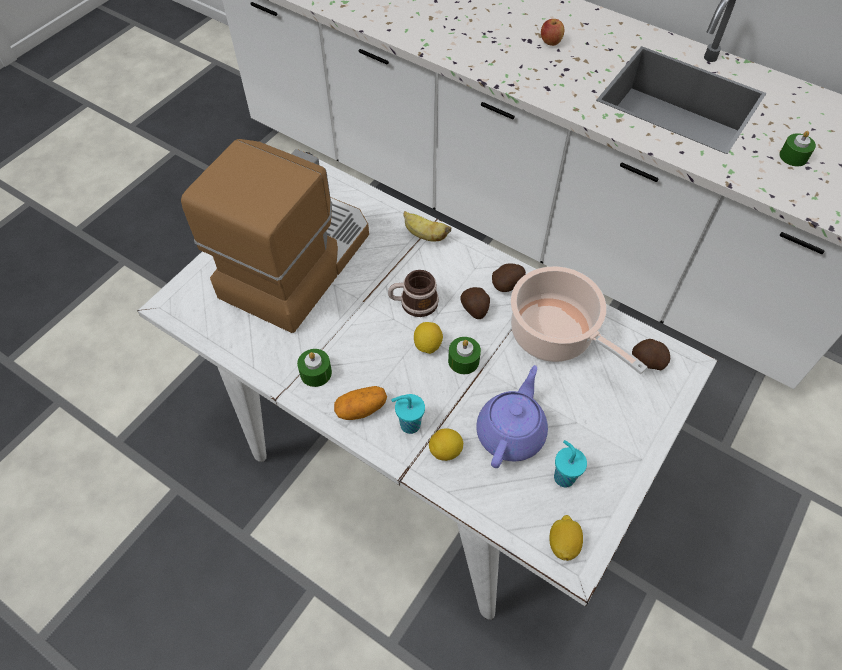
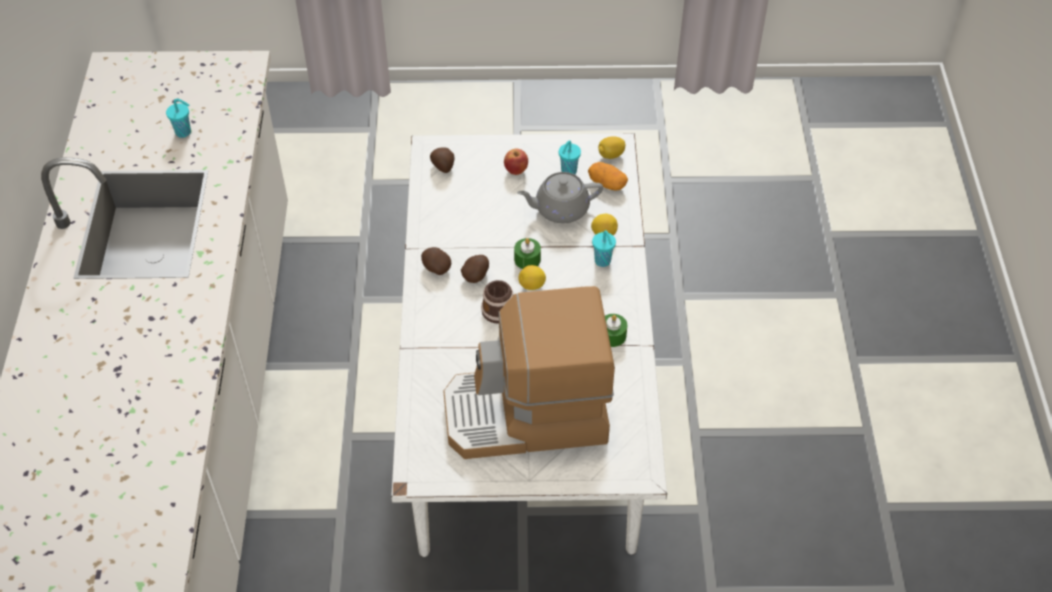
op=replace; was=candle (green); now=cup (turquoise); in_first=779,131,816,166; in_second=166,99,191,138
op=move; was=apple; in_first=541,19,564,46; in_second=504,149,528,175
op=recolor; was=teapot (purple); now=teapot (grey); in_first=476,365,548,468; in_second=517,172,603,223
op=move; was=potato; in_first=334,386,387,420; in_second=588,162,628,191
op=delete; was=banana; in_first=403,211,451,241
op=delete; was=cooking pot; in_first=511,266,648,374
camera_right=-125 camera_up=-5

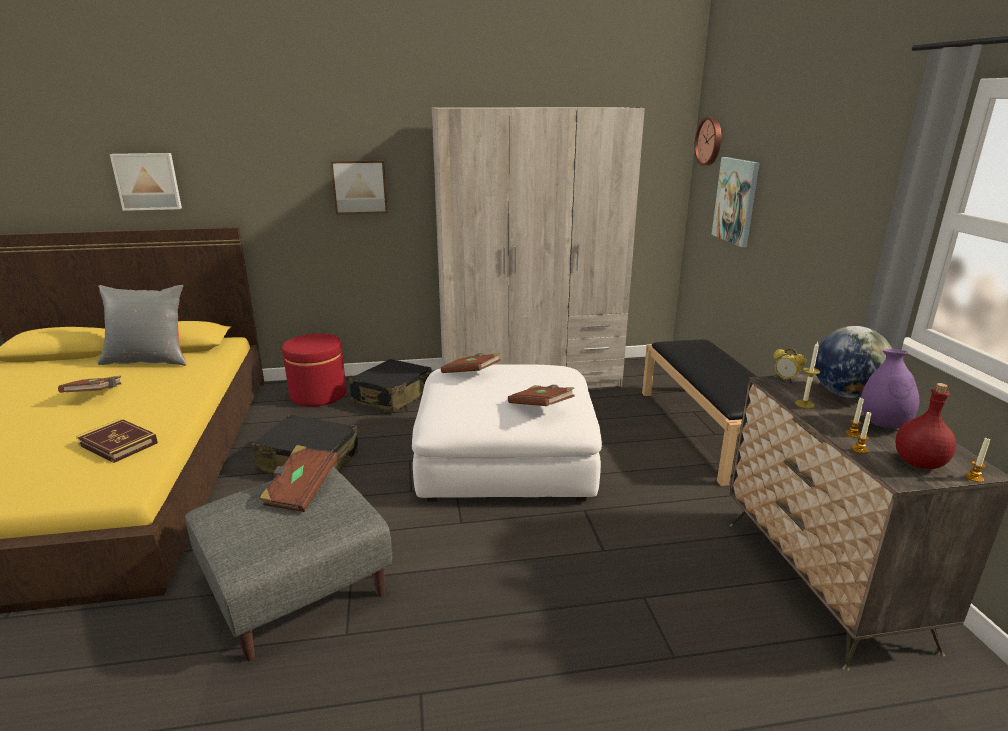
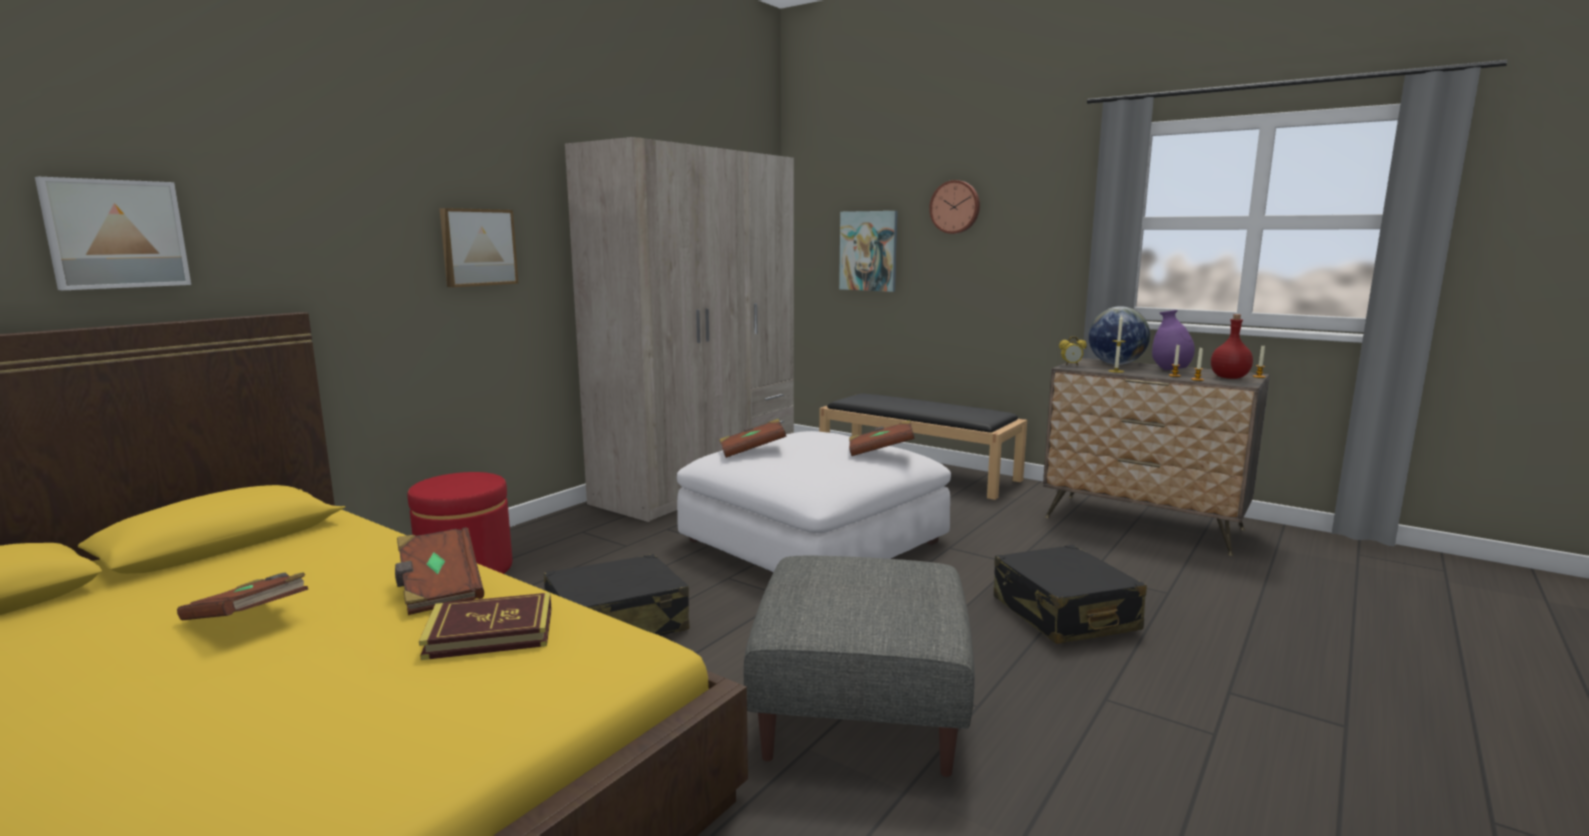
op=move; was=book (brown); in_first=259,445,338,512; in_second=395,527,484,615
op=move; was=wall clock; in_first=694,117,721,166; in_second=929,180,980,234
op=move; was=suitcase (black); in_first=349,359,432,413; in_second=994,545,1147,644
op=delete; was=pillow (grey); in_first=98,285,186,366
camera_right=-45 camera_up=-10

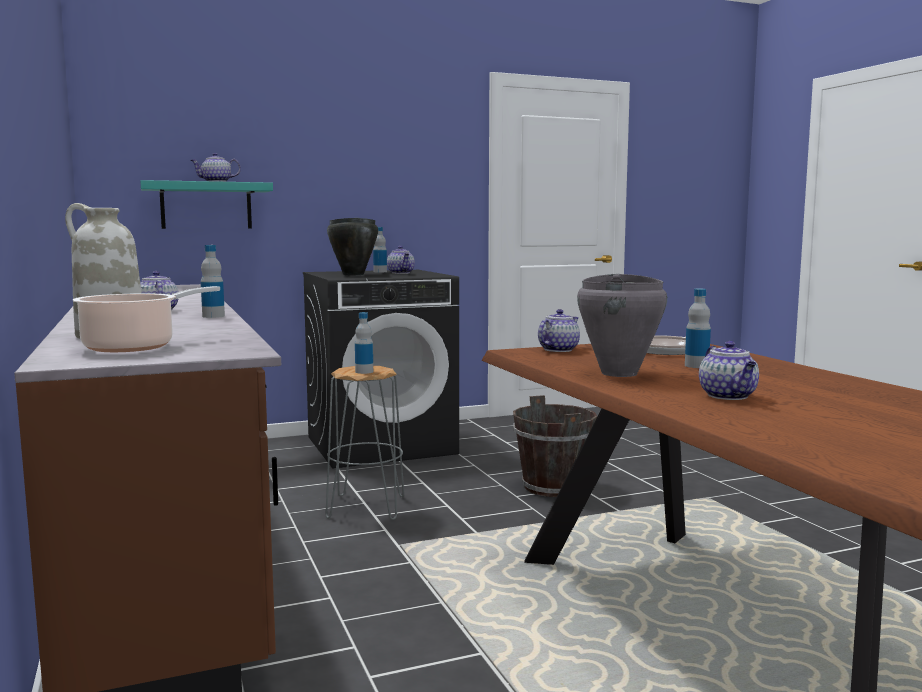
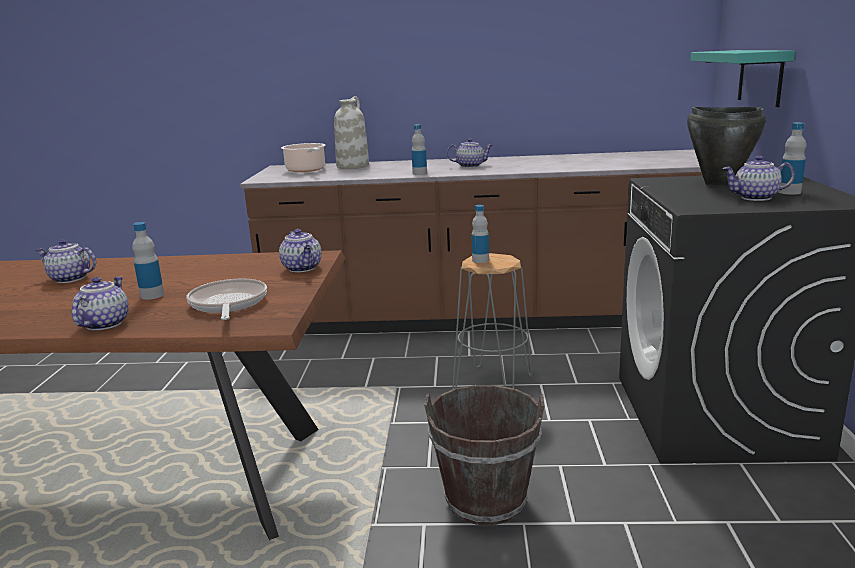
op=move; was=teapot; in_first=190,153,241,182; in_second=72,277,129,330
op=delete; was=cooking pot (grey); in_first=577,274,667,377
camera_right=115 camera_up=10

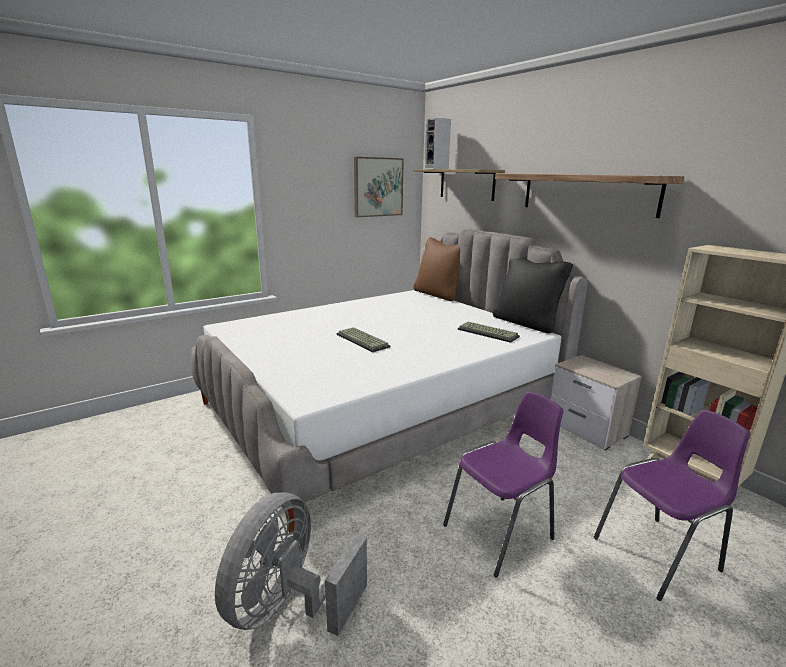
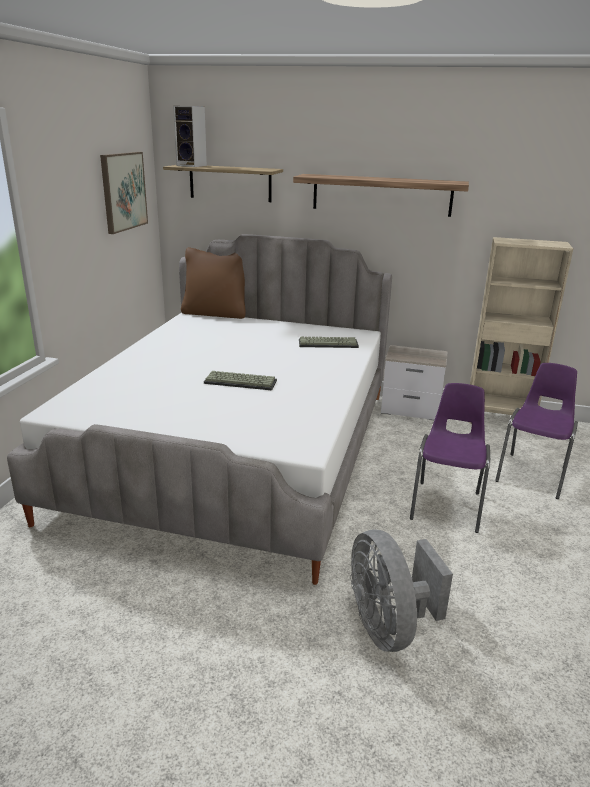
op=delete; was=pillow (black); in_first=493,257,573,334
camera_right=-40 camera_up=5

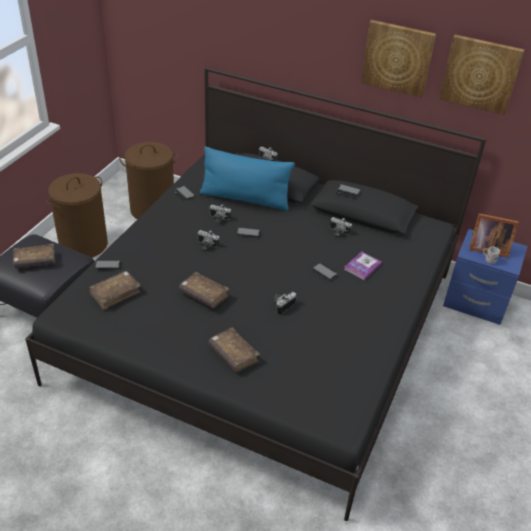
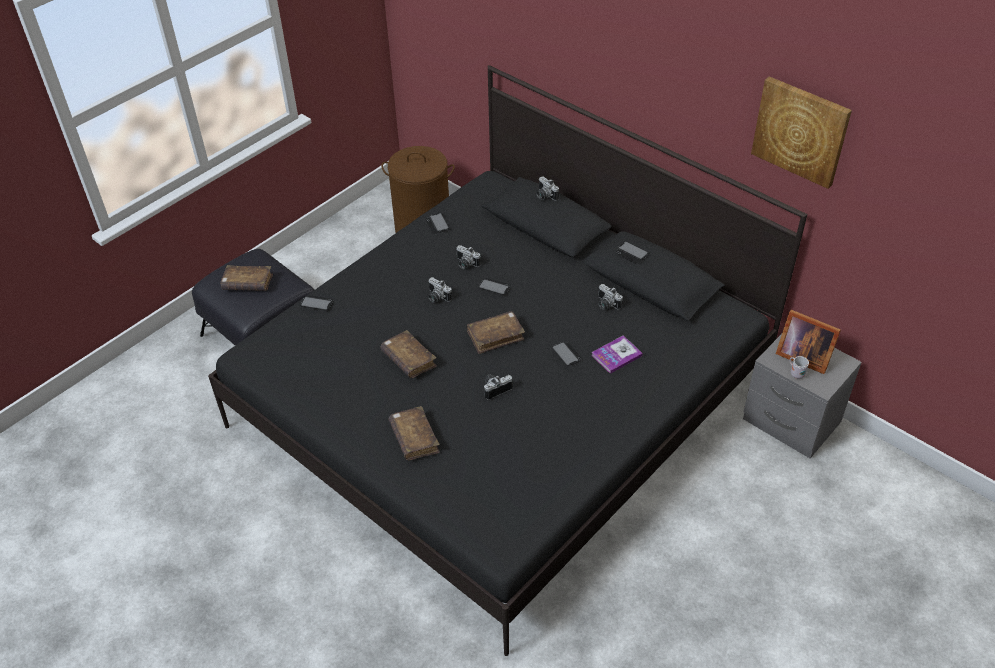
op=move; was=book (brown); in_first=89,271,141,310; in_second=467,311,525,354
op=recolor; was=nightstand (blue); now=nightstand (grey); in_first=443,229,527,325; in_second=743,334,862,458
op=delete; was=laundry basket (brown); in_first=46,173,108,258
op=delete; was=pillow (blue); in_first=200,146,295,211
op=delete; was=picture; in_first=361,20,436,98
camera_right=20 camera_up=5

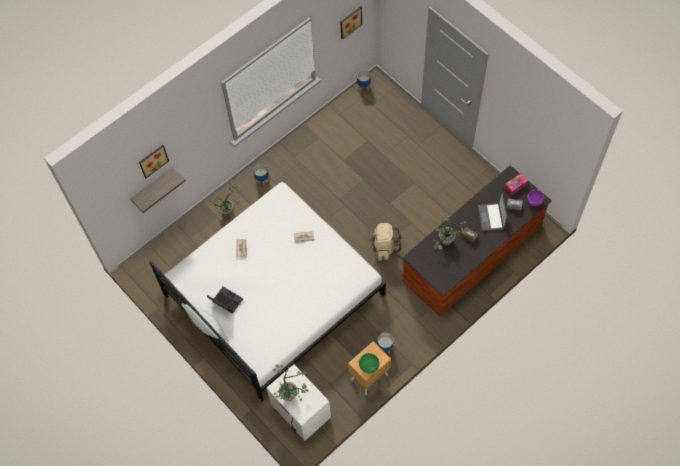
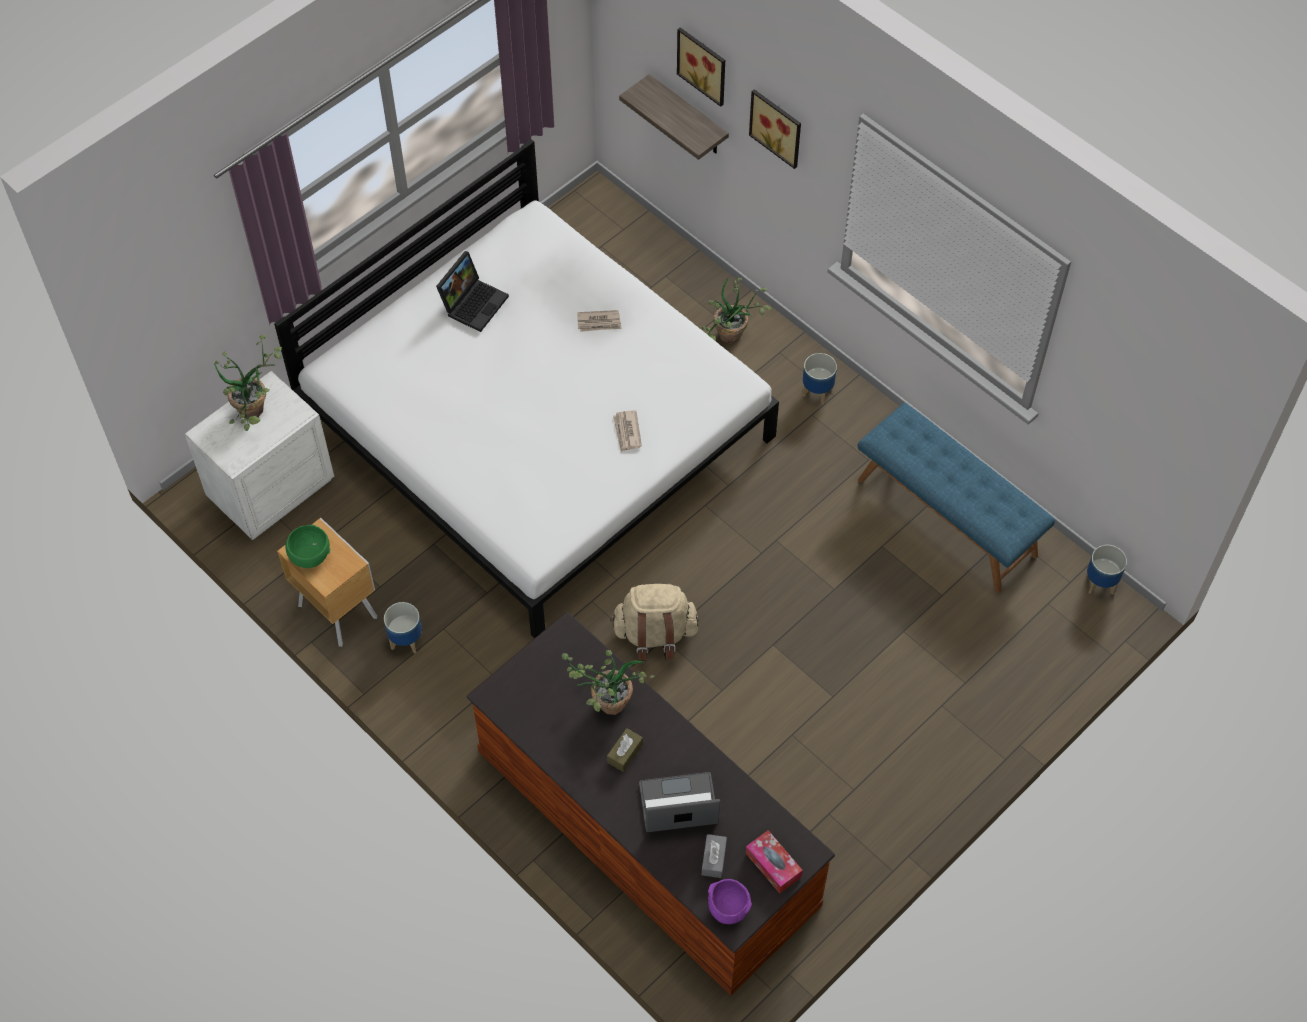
op=move; was=picture; in_first=340,6,362,40; in_second=749,89,801,169
op=insert; now=bench (blue); in_second=858,403,1055,593
op=delete; was=pillow; in_first=181,303,229,342
camera_right=85 camera_up=-5

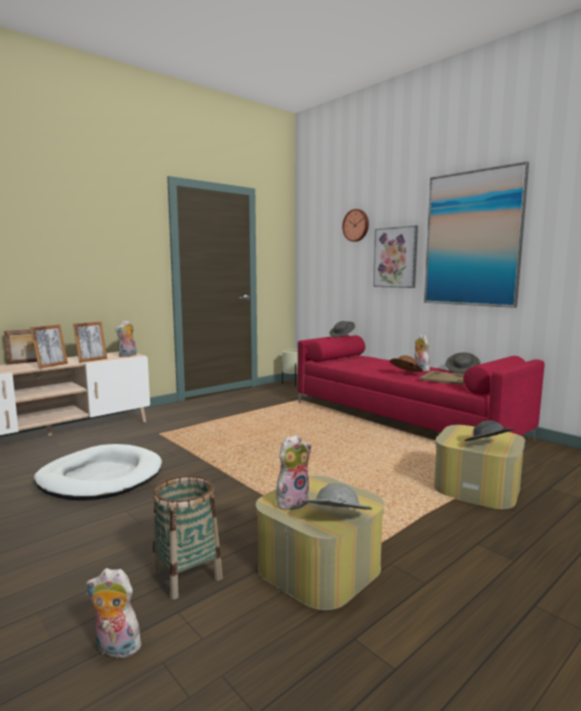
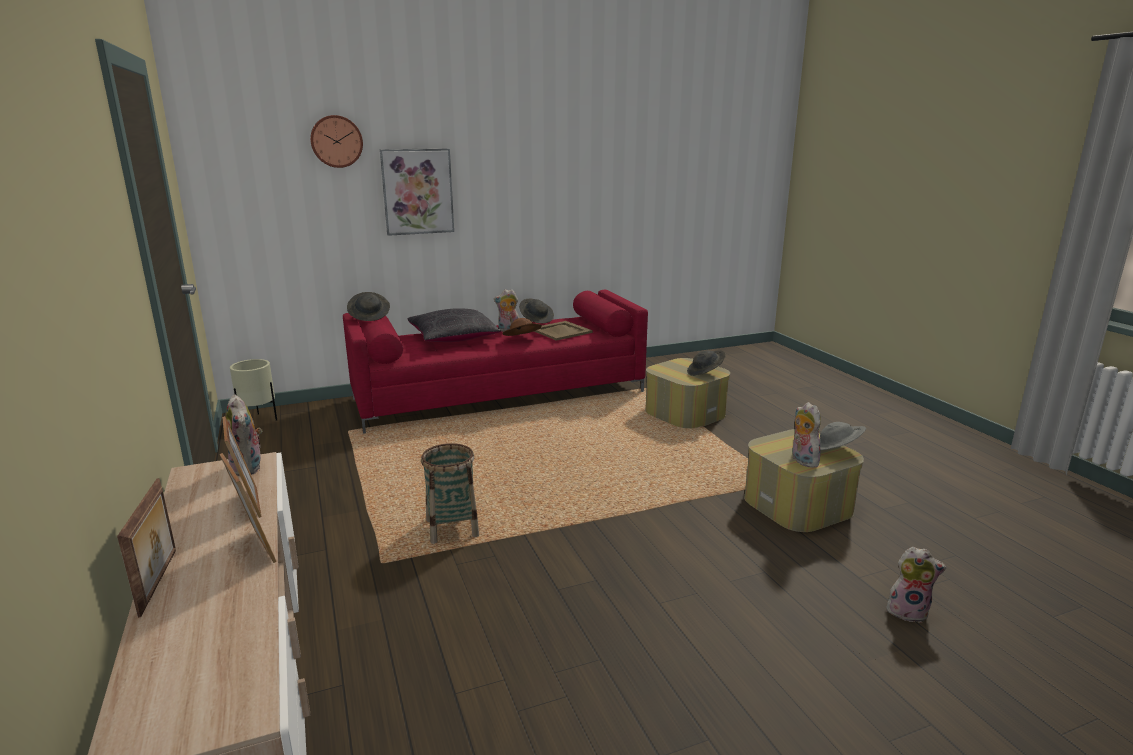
op=insert; now=pillow (black); in_second=408,308,501,342
op=move; was=basket; in_first=153,475,223,599; in_second=421,443,479,544
op=rotate; was=plush toy; in_first=86,568,145,658; in_second=886,547,946,623; clockwise=-105
op=delete; was=dog bed (white); in_first=34,444,162,500
op=delete; was=picture; in_first=424,161,529,308
camera_right=-70 camera_up=10

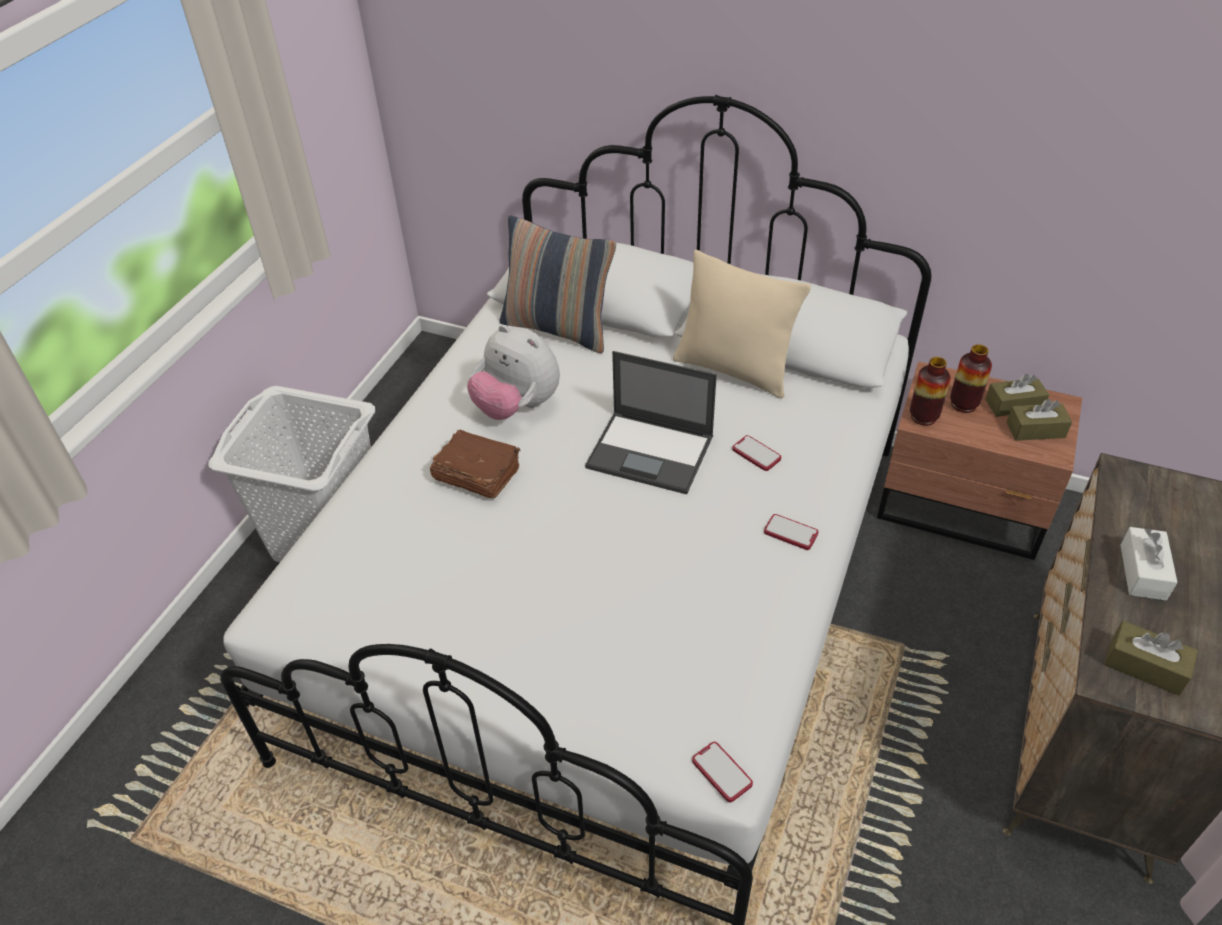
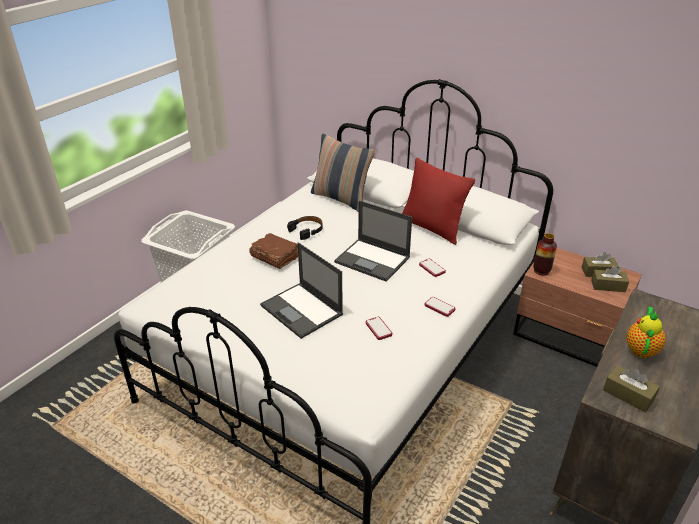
op=insert; now=laptop; in_second=260,242,343,339
op=replace; was=plush toy; now=headphones (black); in_first=467,325,560,420; in_second=287,216,323,240
op=move; was=phone; in_first=692,742,753,802; in_second=366,317,392,340
op=recolor; was=pillow (beige); now=pillow (red); in_first=673,250,811,399; in_second=402,157,475,245
op=replace; was=tissue box (white); now=teapot; in_first=1121,527,1178,601; in_second=627,307,666,358
op=delete; was=vase; in_first=950,344,992,413
camera_right=10 camera_up=-10

